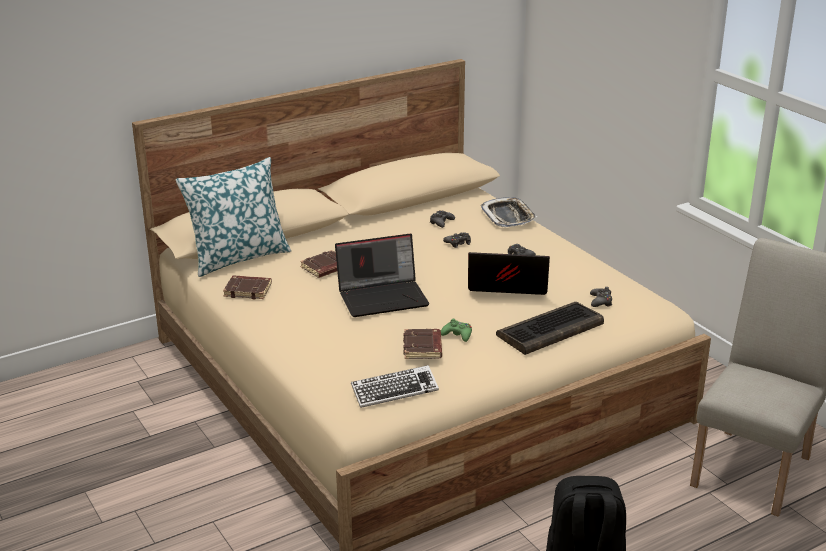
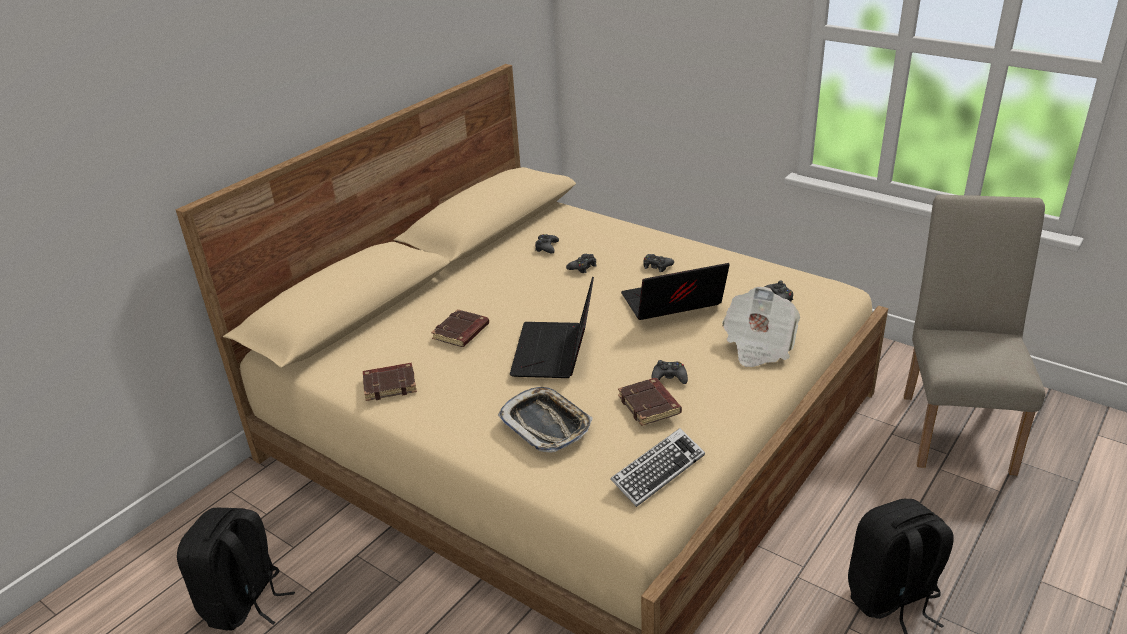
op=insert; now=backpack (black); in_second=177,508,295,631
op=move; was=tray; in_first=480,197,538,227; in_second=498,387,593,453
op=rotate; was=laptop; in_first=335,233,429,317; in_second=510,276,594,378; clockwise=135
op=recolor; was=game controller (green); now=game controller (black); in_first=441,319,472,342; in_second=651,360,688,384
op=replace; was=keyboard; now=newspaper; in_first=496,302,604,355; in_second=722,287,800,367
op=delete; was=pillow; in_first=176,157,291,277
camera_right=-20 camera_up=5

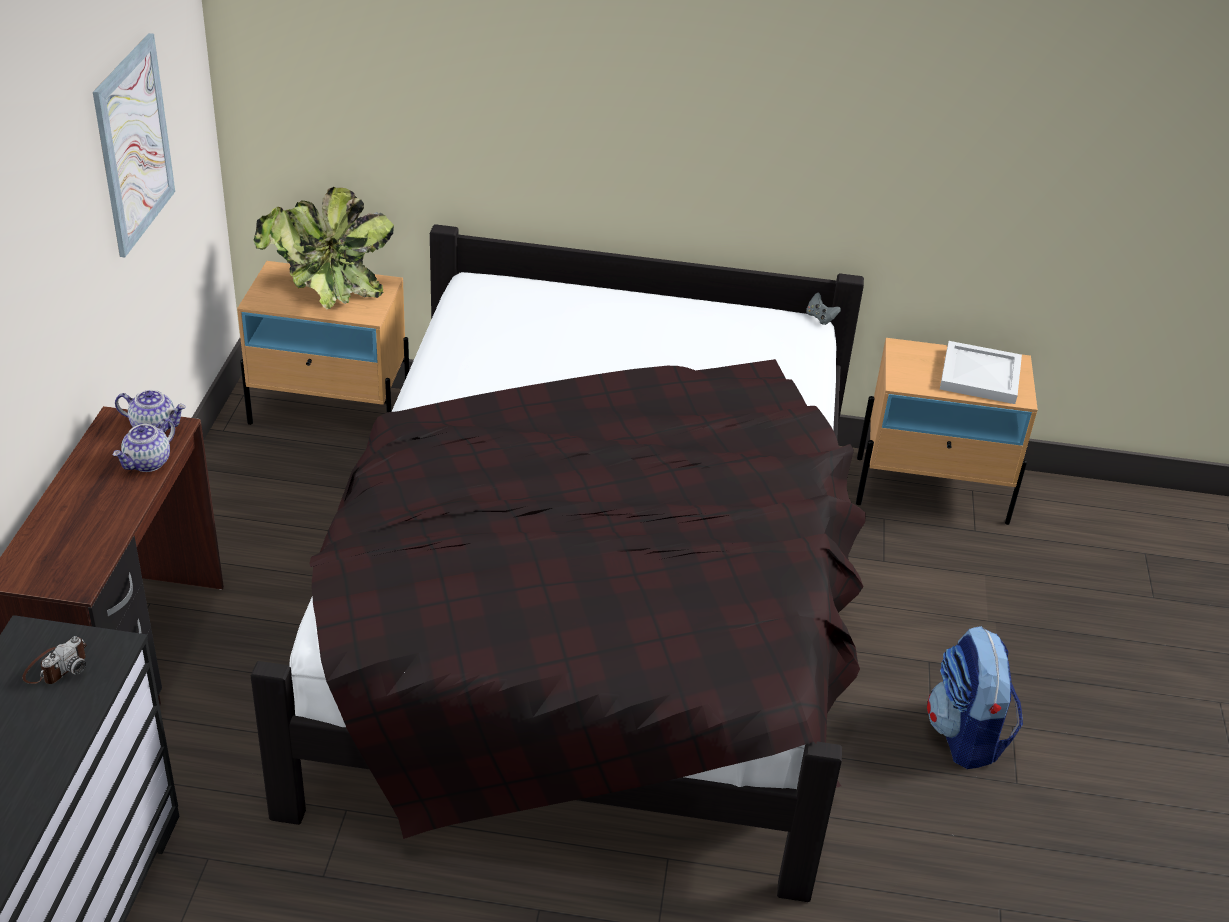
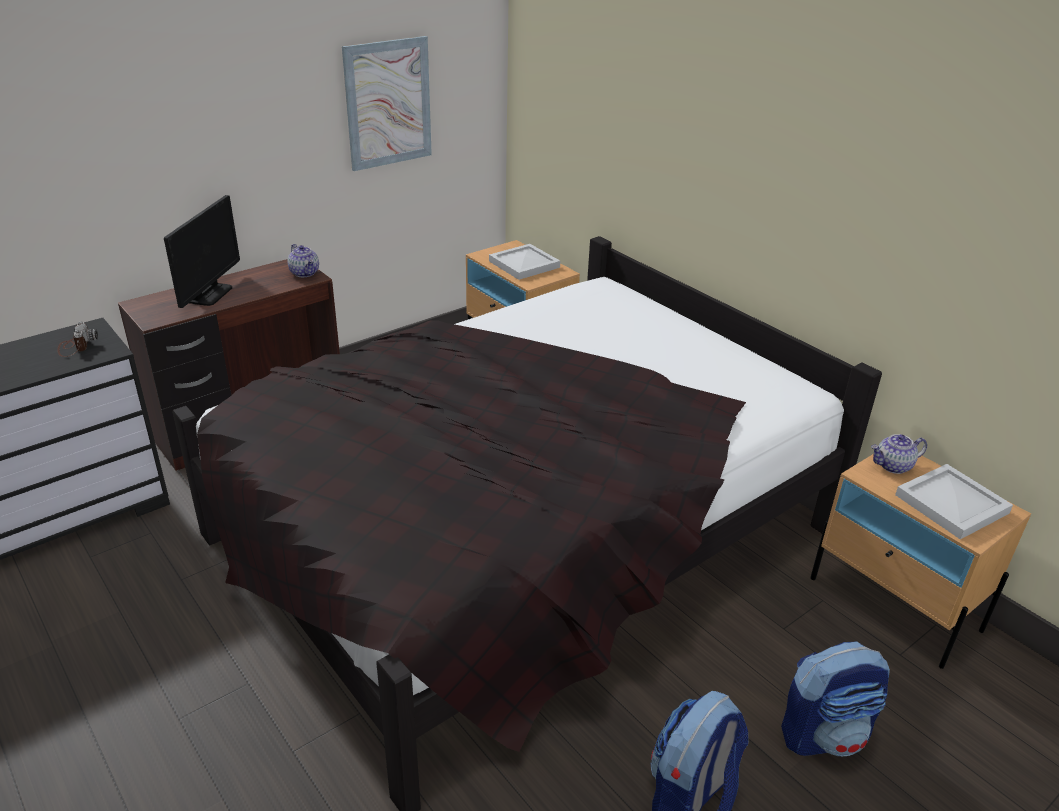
op=rotate; was=photo camera; in_first=22,636,87,684; in_second=57,321,98,357; clockwise=-90
op=insert; now=monitor; in_second=164,195,240,308
op=replace; was=potted plant; now=tray (white); in_first=253,187,394,309; in_second=489,244,560,280
op=insert; now=backpack; in_second=781,642,890,756
op=move; was=teapot; in_first=113,418,175,472; in_second=871,434,927,474
op=delete; was=game controller (grey); in_first=806,292,841,325
camera_right=45 camera_up=-5

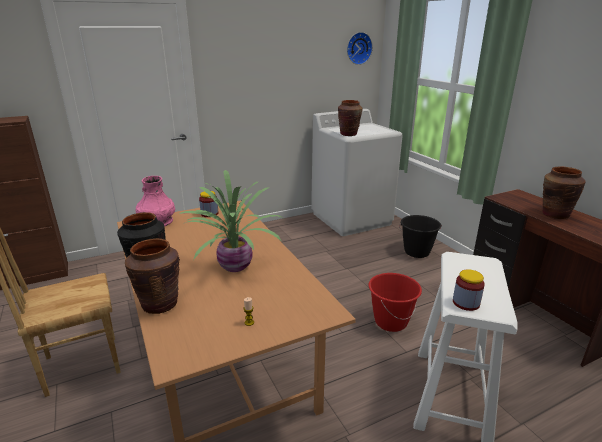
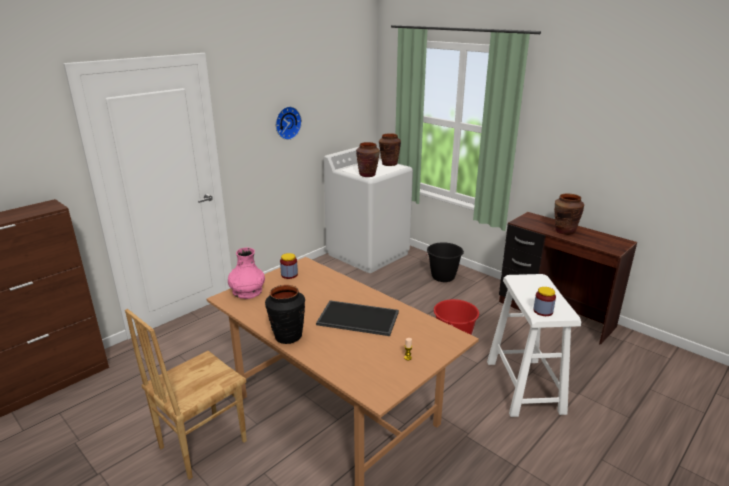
op=move; was=wall clock; in_first=347,32,373,65; in_second=276,106,302,140
op=replace; was=potted plant; now=tray; in_first=179,170,283,272; in_second=316,300,399,336
op=move; was=vase (brown); in_first=125,238,180,314; in_second=379,133,401,166
camera_right=-20 camera_up=0

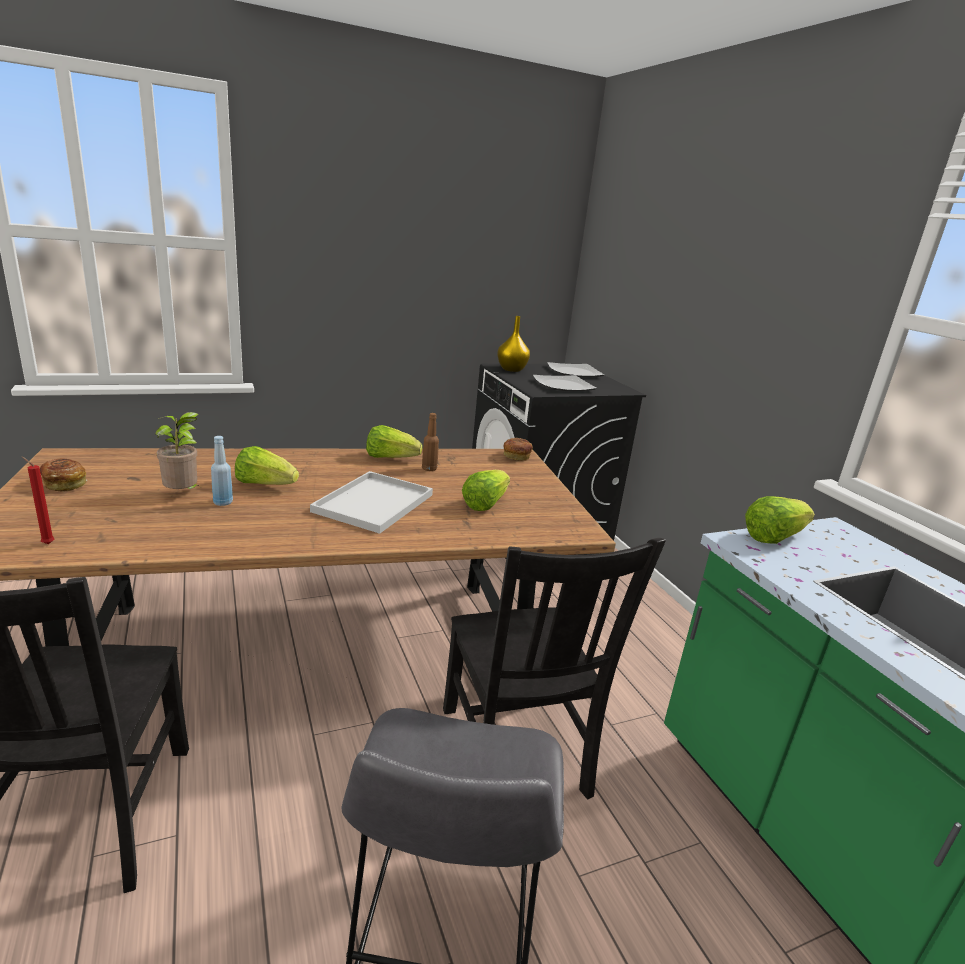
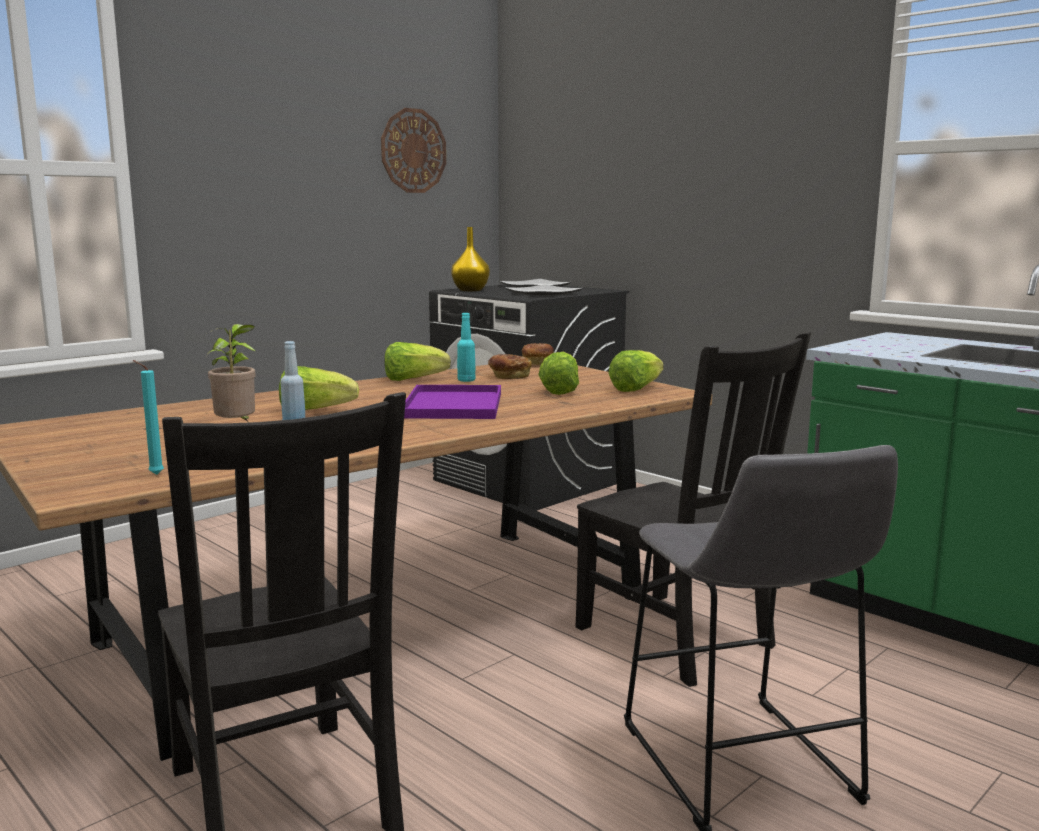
op=recolor; was=candle (red); now=candle (turquoise); in_first=22,457,54,544; in_second=132,360,164,475
op=insert; now=wall clock; in_second=381,108,446,193
op=recolor; was=tray (white); now=tray (purple); in_first=310,471,433,534; in_second=404,385,501,419
op=recolor; was=bottle (brown); now=bottle (turquoise); in_first=422,413,439,471; in_second=457,313,476,382
op=move; was=bread; in_first=40,459,87,492; in_second=488,354,532,379
op=move; was=lettuce; in_first=745,496,815,544; in_second=608,350,663,392
camera_right=-20 camera_up=-10

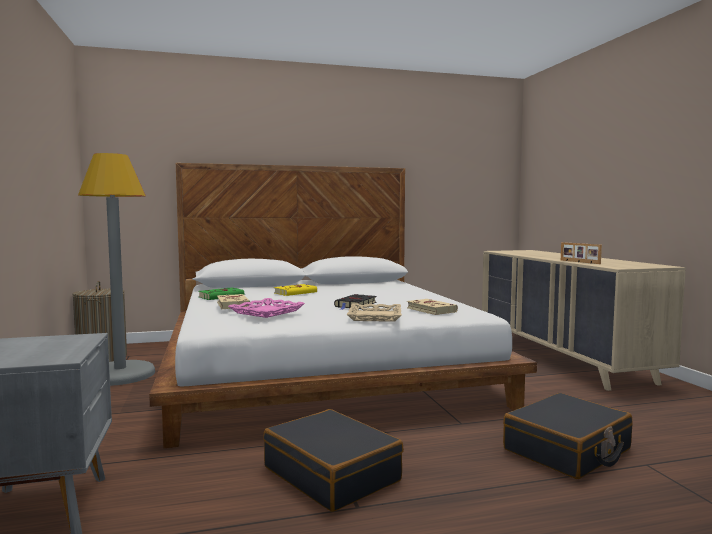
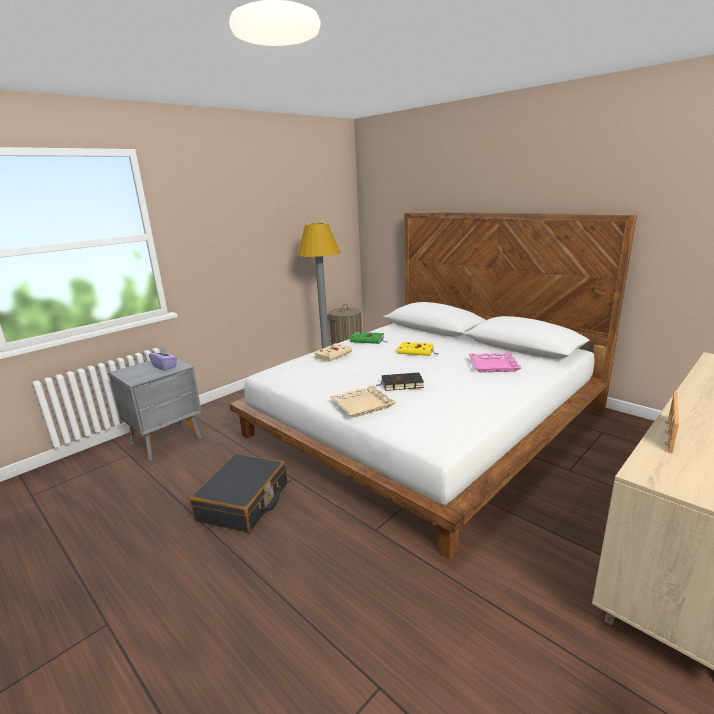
op=insert; now=tissue box (purple); in_second=149,347,177,371
op=move; was=tray (pink); in_first=228,298,305,318; in_second=468,353,522,372
op=delete; was=book (beige); in_first=407,299,458,315
op=delete; was=suitcase (black); in_first=503,393,633,479
camera_right=60 camera_up=15

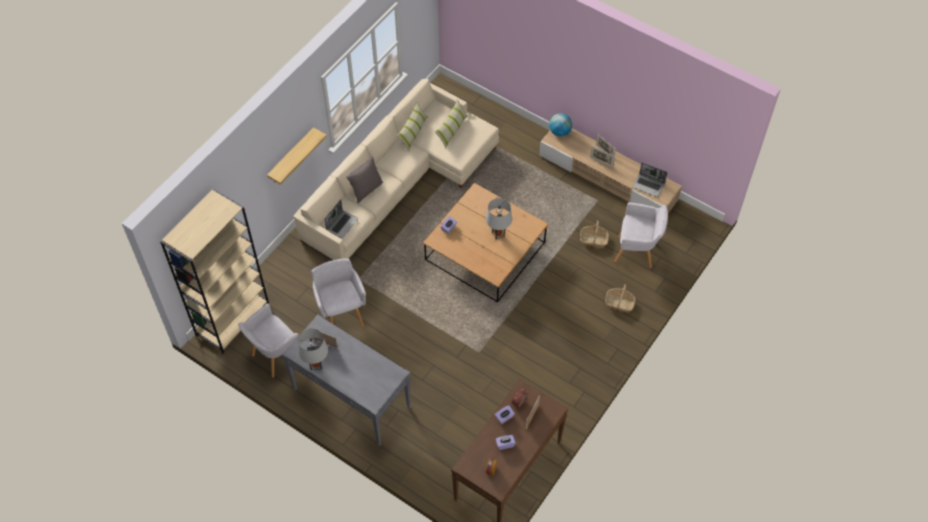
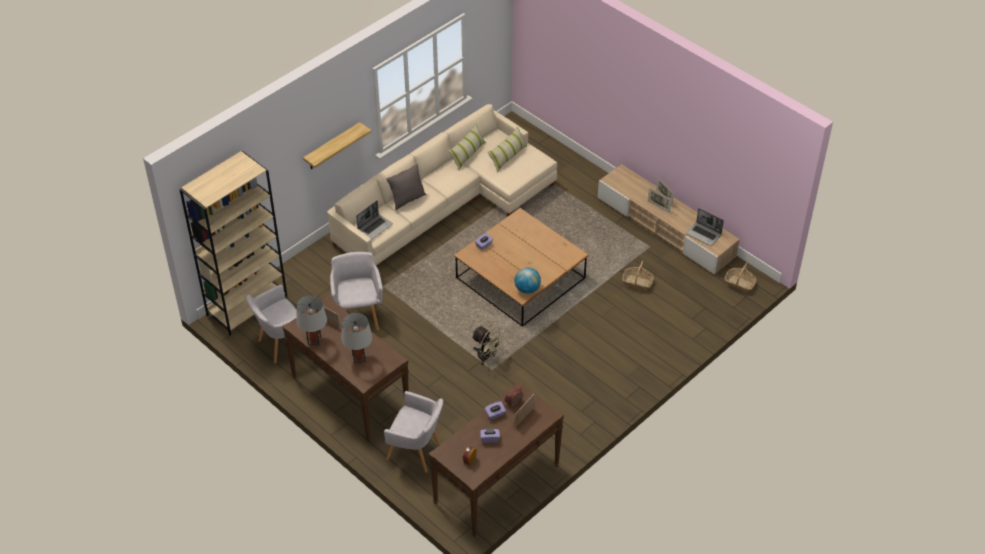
op=recolor; was=console table (grey); now=console table (brown); in_first=282,314,411,446; in_second=283,296,409,442
op=move; was=table lamp (grey); in_first=486,198,512,240; in_second=341,313,372,364
op=move; was=armchair (grey); in_first=614,202,668,268; in_second=384,391,443,473
op=insert; now=fan (beige); in_second=471,325,506,365
op=move; was=globe; in_first=549,113,572,137; in_second=514,267,541,294
op=move; was=basket; in_first=605,284,635,312; in_second=725,263,757,292
camera_right=10 camera_up=-10

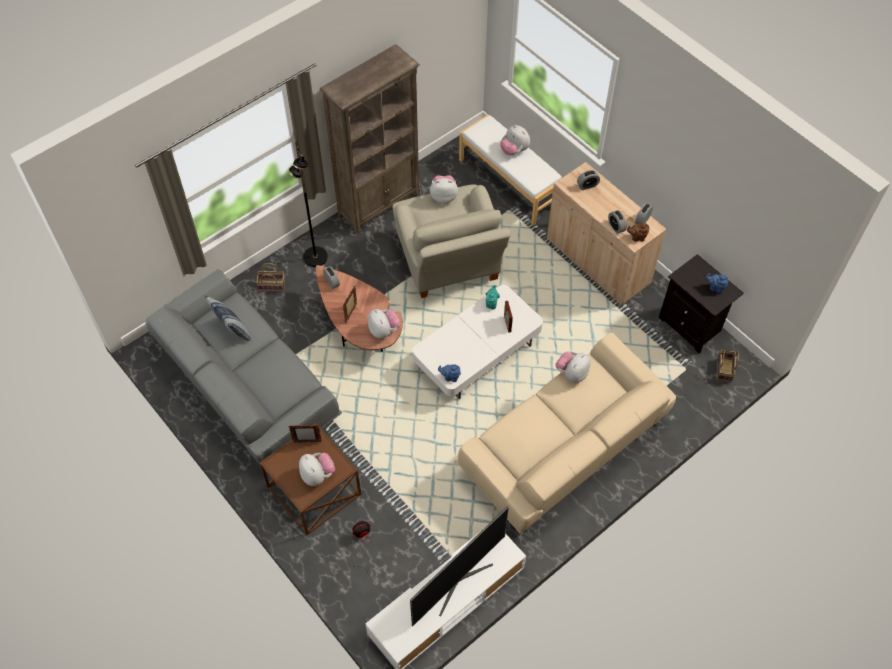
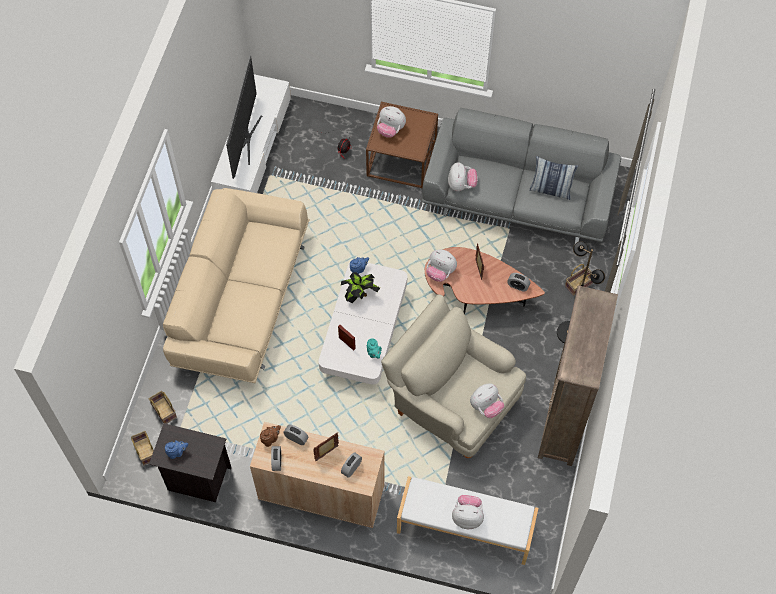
op=insert; now=basket; in_second=149,391,177,424
op=move; was=picture frame; in_first=289,424,322,443; in_second=313,432,339,462
op=insert; now=potted plant; in_second=341,272,380,303
op=move; was=plush toy; in_first=555,351,590,383; in_second=448,162,477,191
camera_right=145 camera_up=5

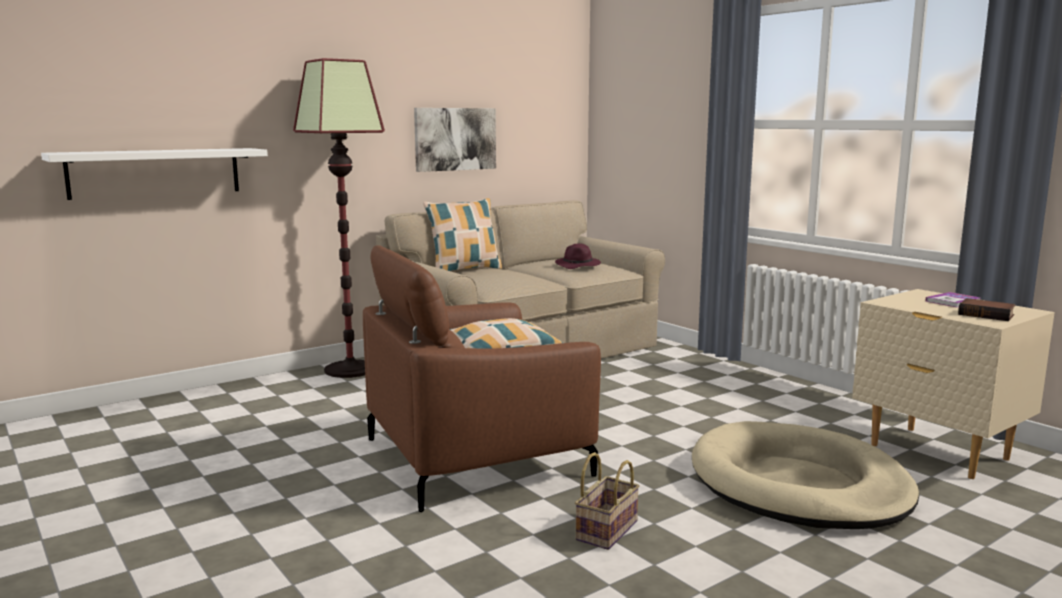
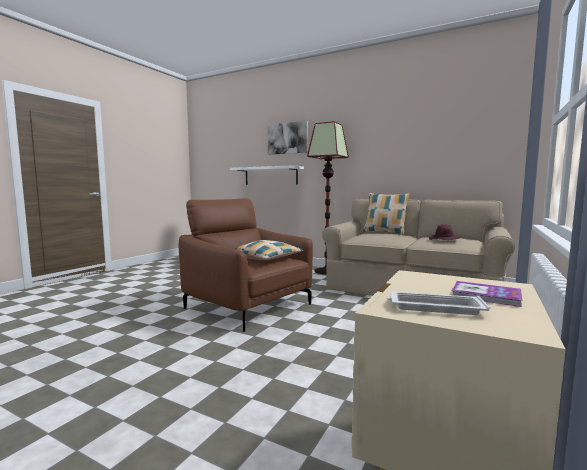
op=move; was=picture; in_first=414,108,496,172; in_second=267,121,308,155
op=replace; was=book; now=tray (white); in_first=958,298,1016,321; in_second=387,292,490,315
op=delete; was=basket; in_first=575,452,640,550
op=delete; was=dog bed (beige); in_first=692,421,919,529
camera_right=65 camera_up=-5

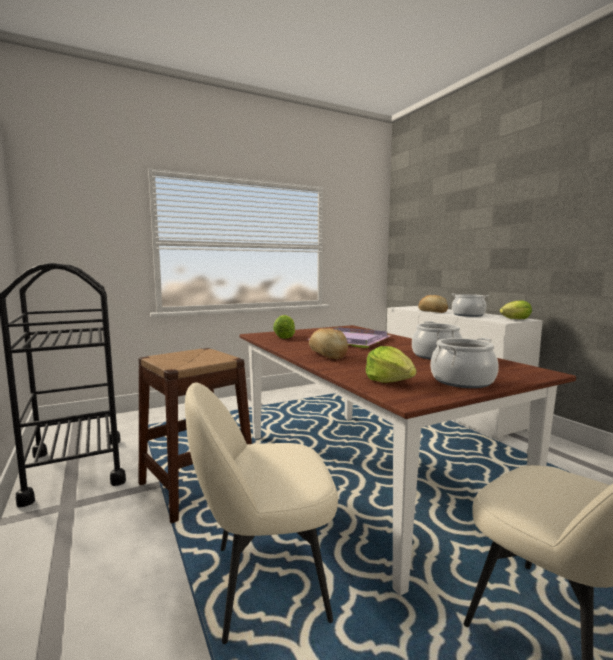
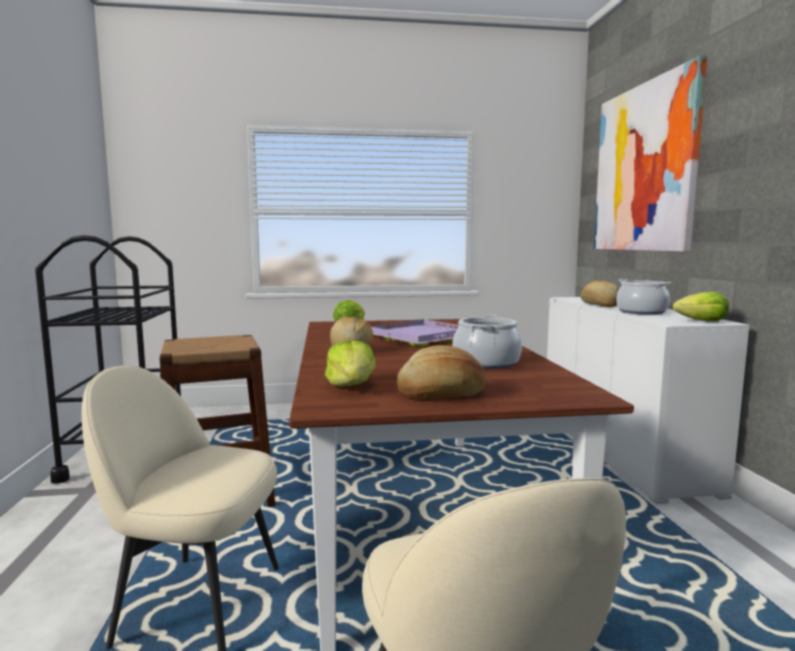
op=replace; was=cooking pot; now=bread; in_first=431,338,499,388; in_second=397,345,487,399
op=insert; now=picture; in_second=594,55,707,252
camera_right=20 camera_up=0

